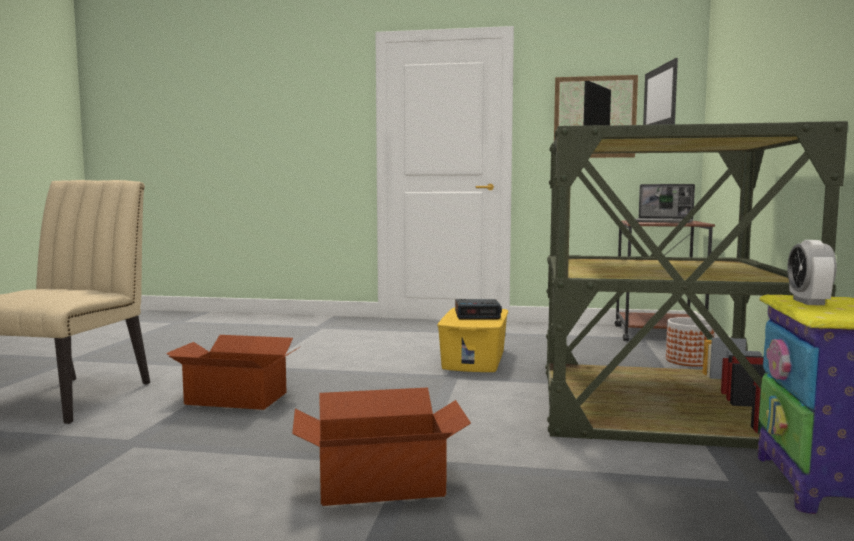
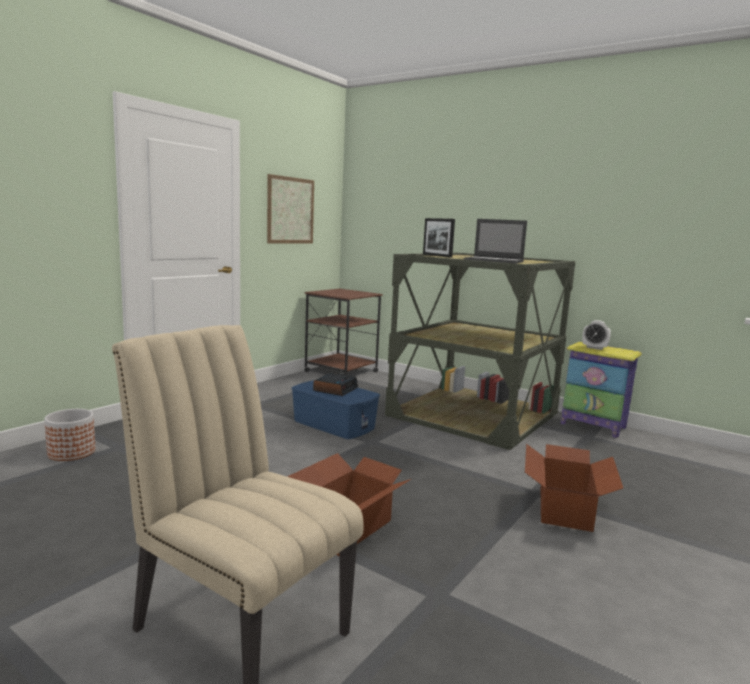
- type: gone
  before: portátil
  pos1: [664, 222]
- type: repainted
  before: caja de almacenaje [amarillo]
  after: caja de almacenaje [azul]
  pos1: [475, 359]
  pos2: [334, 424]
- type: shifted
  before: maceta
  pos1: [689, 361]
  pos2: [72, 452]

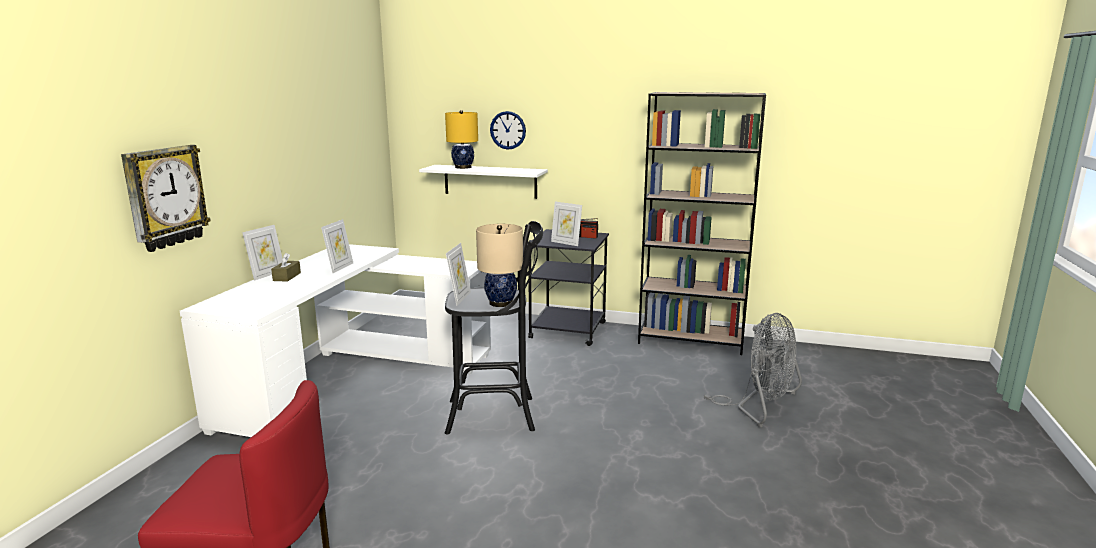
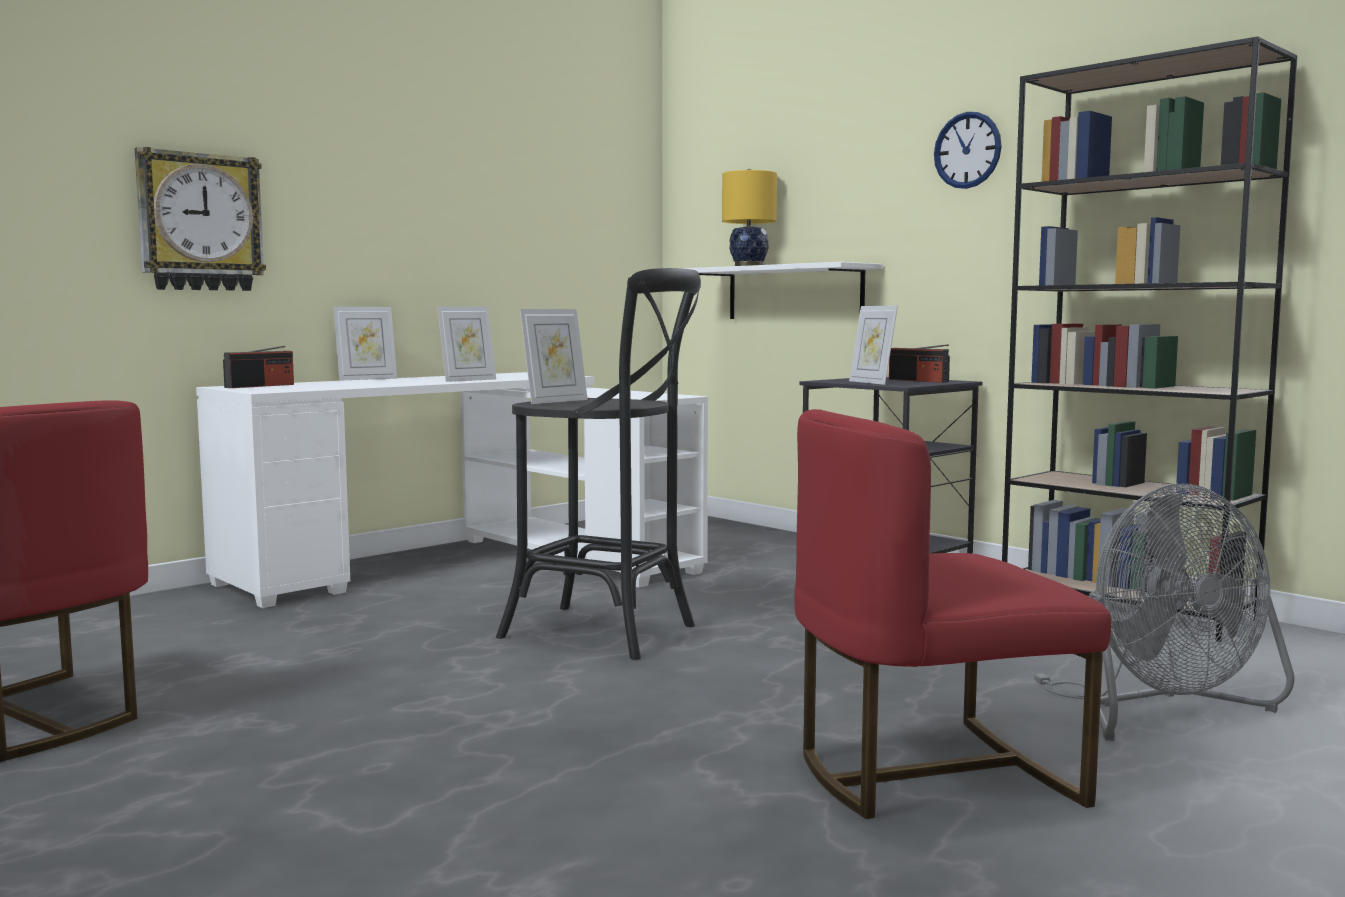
- type: shifted
  before: reloj de pared
  pos1: [508, 130]
  pos2: [967, 150]
- type: gone
  before: lámpara de mesa [beis]
  pos1: [501, 303]
- type: gone
  before: caja de pañuelos [marrón]
  pos1: [287, 277]
- type: new
  after: radio
  pos2: [260, 386]
- type: new
  after: silla [rojo]
  pos2: [930, 773]

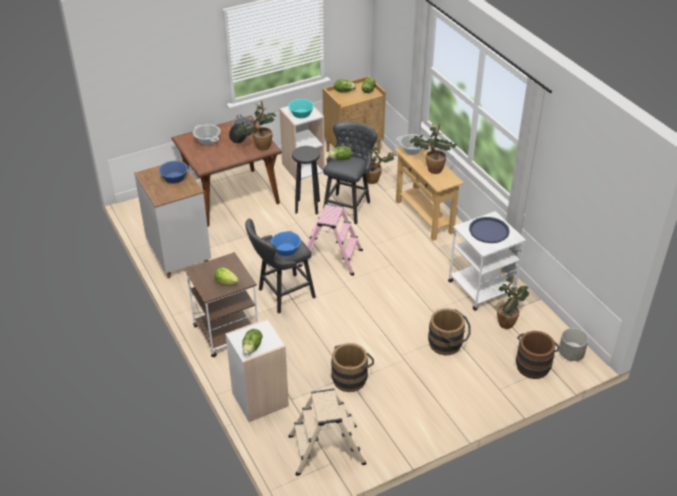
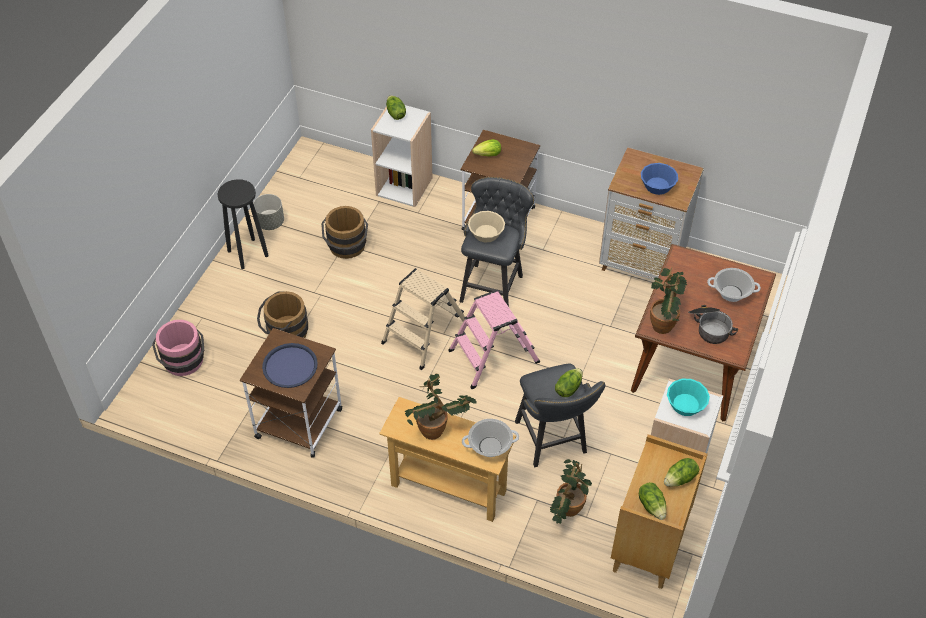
- type: shifted
  before: taburete [negro]
  pos1: [307, 206]
  pos2: [248, 253]
- type: repainted
  before: carrito [blanco]
  after: carrito [marrón]
  pos1: [482, 289]
  pos2: [297, 422]
- type: repainted
  before: cuenco [azul]
  after: cuenco [beis]
  pos1: [286, 249]
  pos2: [486, 233]
- type: gone
  before: planta en maceta
  pos1: [509, 322]
- type: shifted
  before: maceta [gris]
  pos1: [571, 354]
  pos2: [270, 223]
- type: repainted
  before: cubo [marrón]
  after: cubo [rosa]
  pos1: [533, 364]
  pos2: [184, 363]
- type: shifted
  before: escalera de tijera [beis]
  pos1: [327, 450]
  pos2: [425, 333]

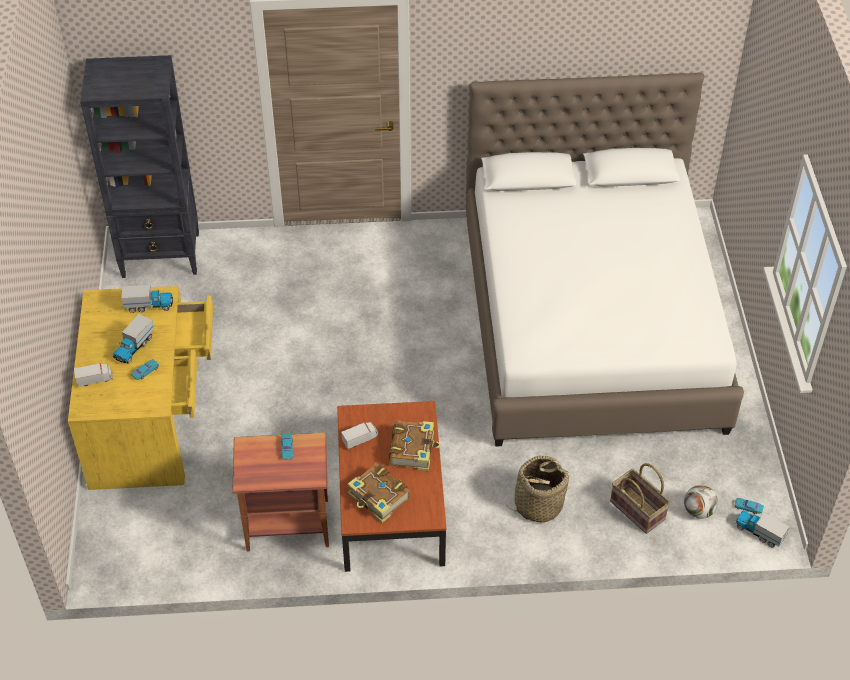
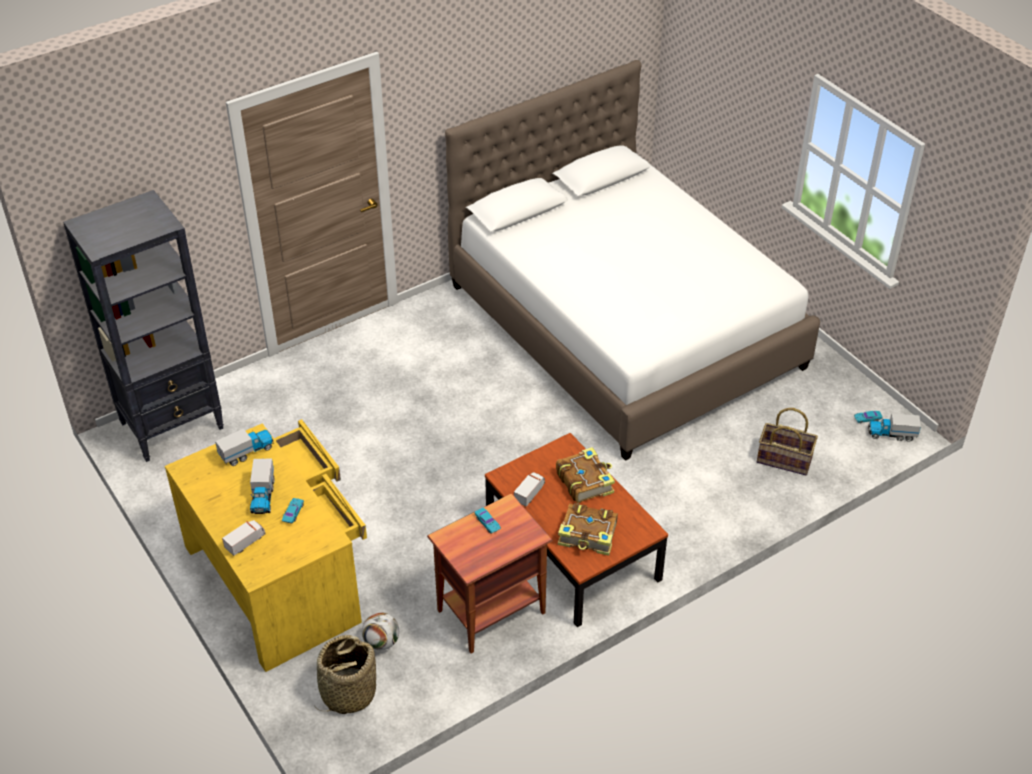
- type: shifted
  before: cesta
  pos1: [538, 504]
  pos2: [348, 692]
- type: shifted
  before: balón de fútbol
  pos1: [698, 511]
  pos2: [381, 642]

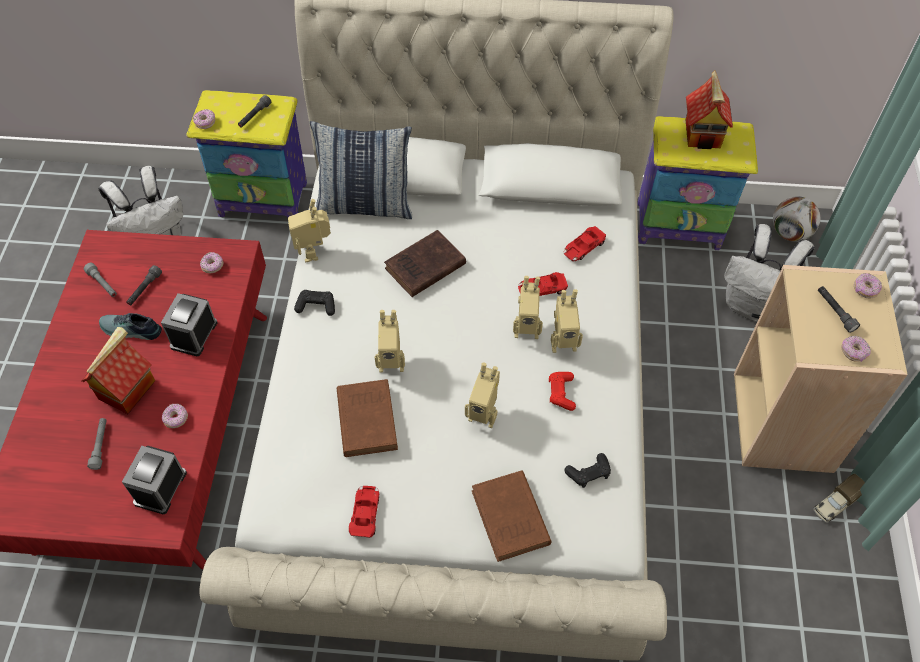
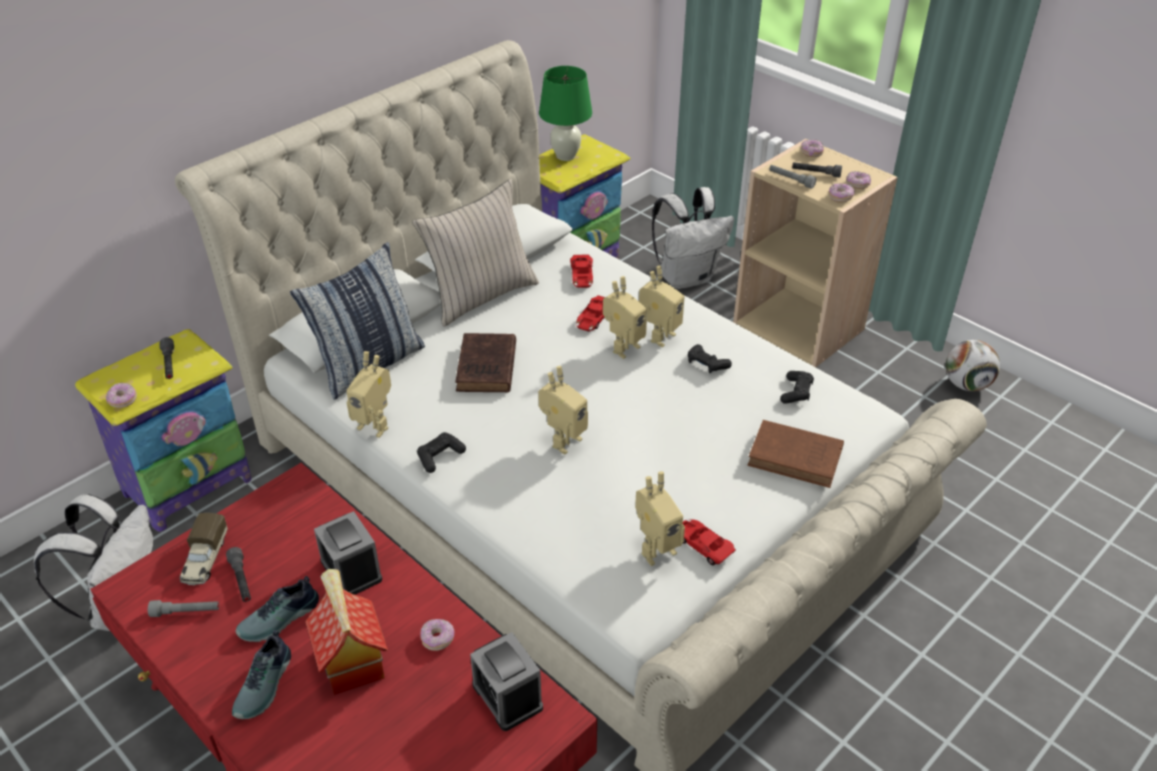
- type: swapped
  before: casita
  after: lámpara de mesa [verde]
  pos1: [703, 134]
  pos2: [565, 156]
- type: shifted
  before: balón de fútbol
  pos1: [790, 233]
  pos2: [966, 384]
- type: shifted
  before: rosquilla
  pos1: [213, 266]
  pos2: [840, 197]
- type: shifted
  before: robot de juguete
  pos1: [484, 414]
  pos2: [655, 549]
- type: repainted
  before: mando de consola [rojo]
  after: mando de consola [negro]
  pos1: [561, 393]
  pos2: [707, 364]
- type: gone
  before: libro [marrón]
  pos1: [366, 418]
- type: shifted
  before: linterna [gris]
  pos1: [100, 445]
  pos2: [791, 180]
- type: shifted
  before: camión de juguete
  pos1: [835, 504]
  pos2: [205, 560]
- type: new
  after: cojín [beis]
  pos2: [481, 296]
- type: new
  after: zapato
  pos2: [266, 685]

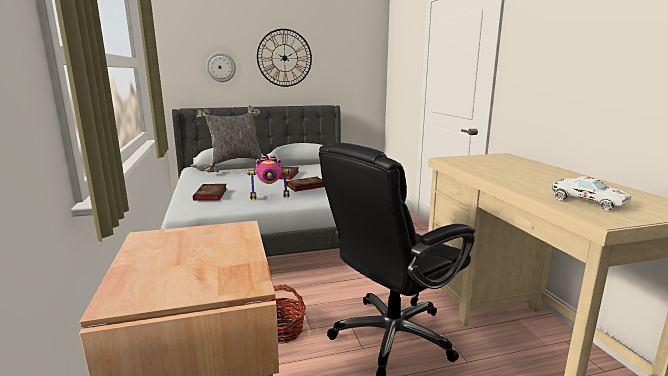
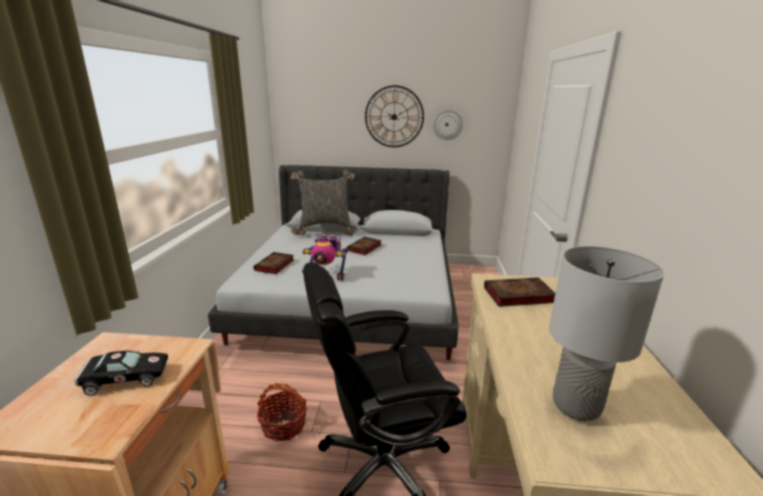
- type: shifted
  before: reloj de pared
  pos1: [221, 67]
  pos2: [447, 124]
- type: swapped
  before: coche de juguete [blanco]
  after: lámpara de mesa [gris]
  pos1: [585, 201]
  pos2: [575, 408]
- type: shifted
  before: libro
  pos1: [305, 186]
  pos2: [517, 296]
- type: new
  after: coche de juguete [negro]
  pos2: [123, 379]

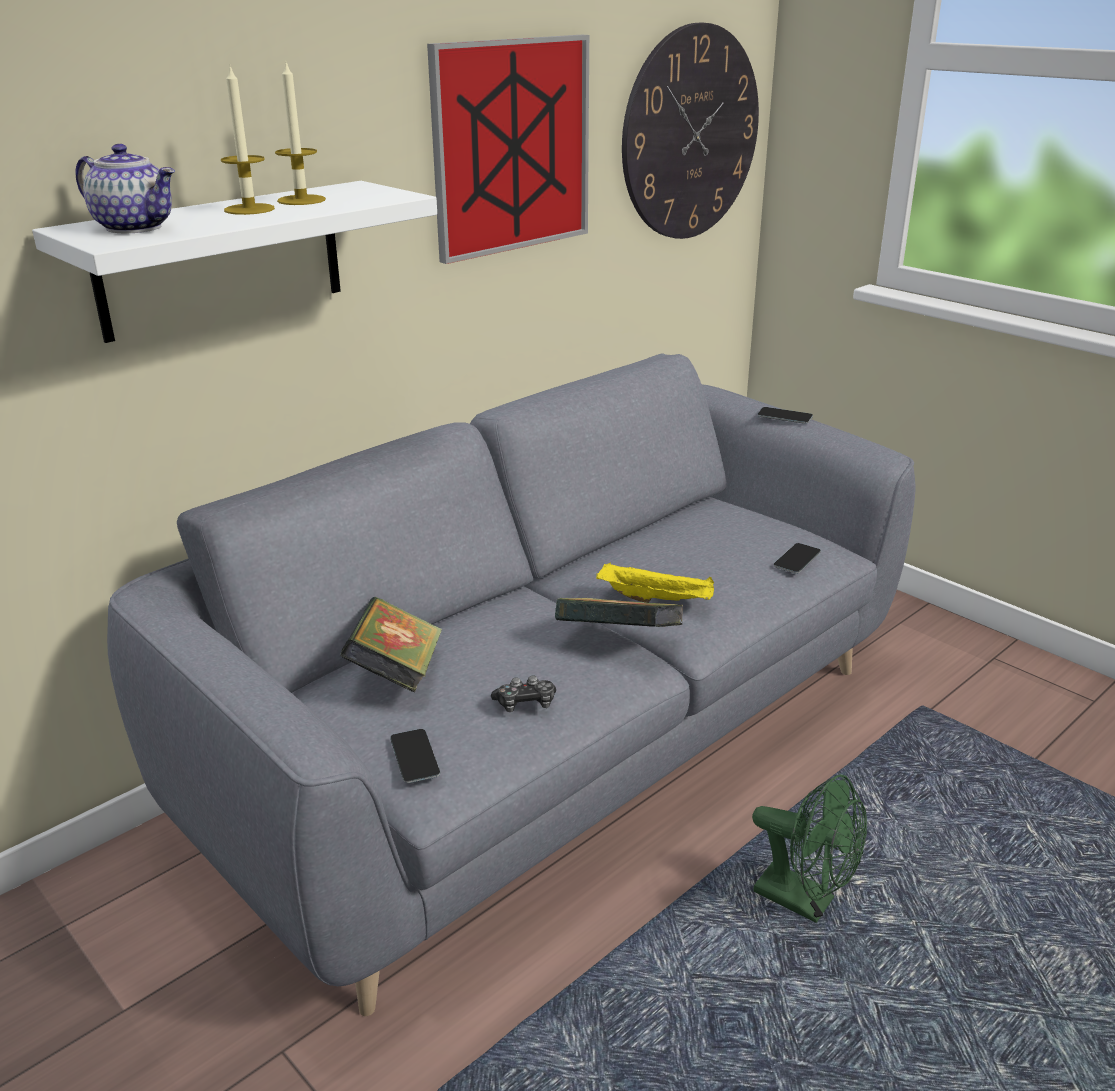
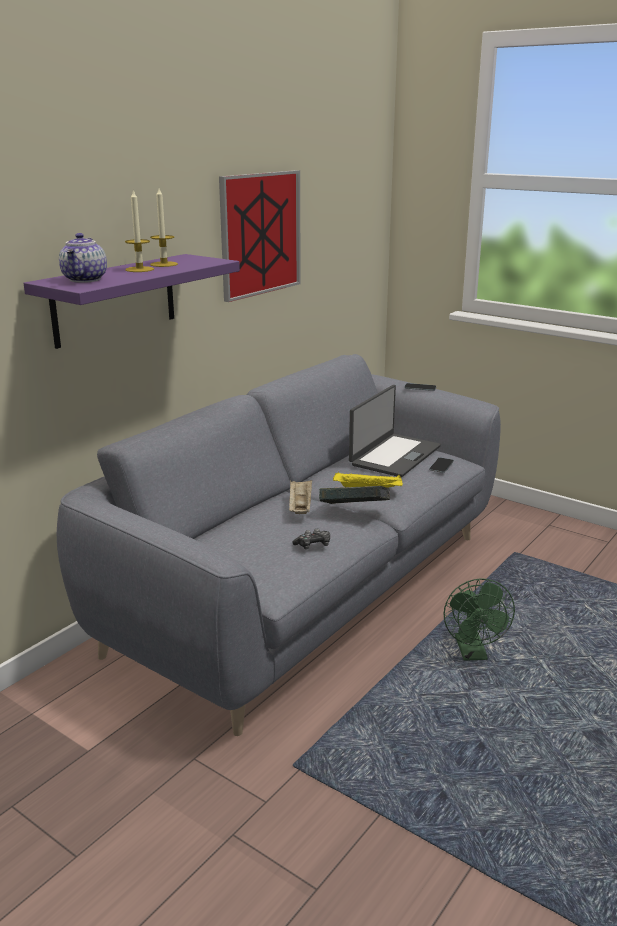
- type: gone
  before: reloj de pared
  pos1: [691, 134]
- type: rotated
  before: tetera
  pos1: [136, 227]
  pos2: [86, 280]
  turn: 75
- type: repainted
  before: estante [blanco]
  after: estante [morado]
  pos1: [221, 259]
  pos2: [114, 300]
- type: gone
  before: libro
  pos1: [396, 674]
- type: gone
  before: móvil
  pos1: [414, 756]
- type: rotated
  before: ventilador [verde]
  pos1: [805, 901]
  pos2: [473, 654]
  turn: 60
- type: new
  after: portátil
  pos2: [394, 455]
- type: new
  after: bandeja [beis]
  pos2: [300, 507]

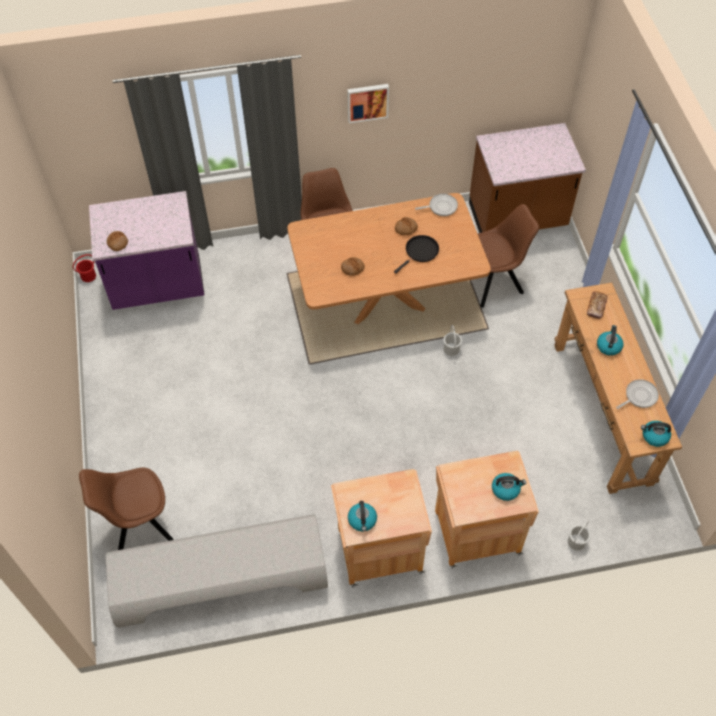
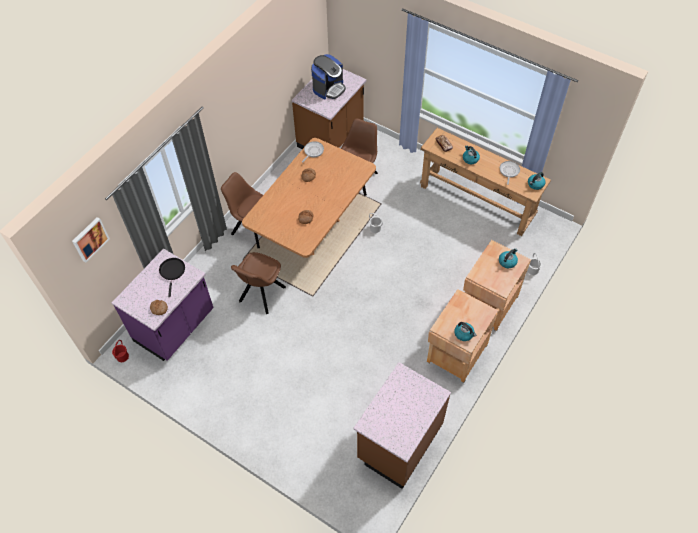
- type: shifted
  before: cuadro
  pos1: [367, 102]
  pos2: [89, 239]
- type: shifted
  before: sartén [negro]
  pos1: [420, 252]
  pos2: [172, 272]
- type: shifted
  before: silla [marrón]
  pos1: [140, 525]
  pos2: [261, 294]
- type: swapped
  before: banco [gris]
  after: mueble bajo de cocina [marrón]
  pos1: [221, 579]
  pos2: [398, 442]
- type: new
  after: cafetera
  pos2: [329, 88]

